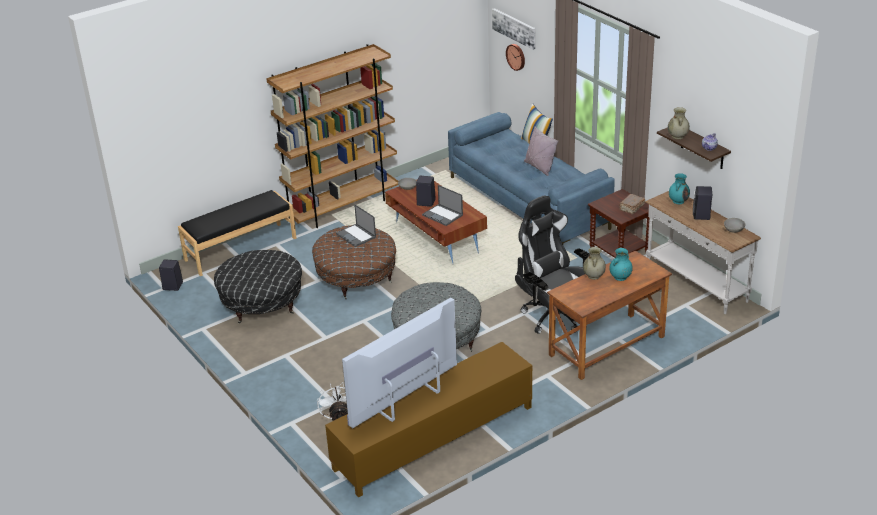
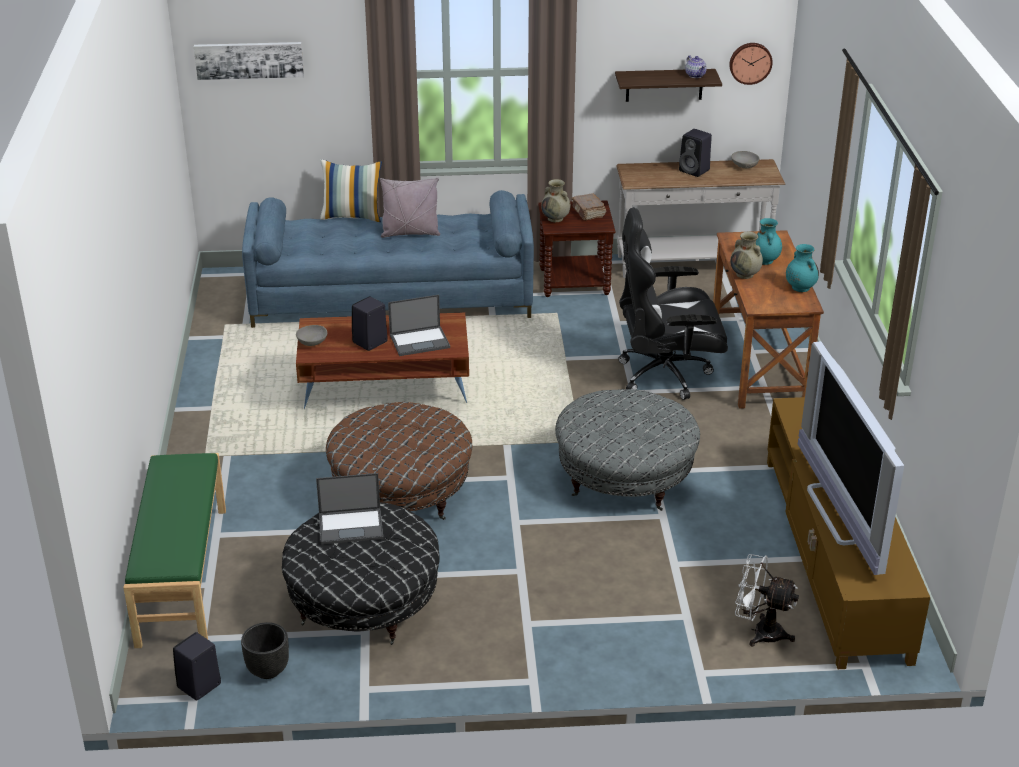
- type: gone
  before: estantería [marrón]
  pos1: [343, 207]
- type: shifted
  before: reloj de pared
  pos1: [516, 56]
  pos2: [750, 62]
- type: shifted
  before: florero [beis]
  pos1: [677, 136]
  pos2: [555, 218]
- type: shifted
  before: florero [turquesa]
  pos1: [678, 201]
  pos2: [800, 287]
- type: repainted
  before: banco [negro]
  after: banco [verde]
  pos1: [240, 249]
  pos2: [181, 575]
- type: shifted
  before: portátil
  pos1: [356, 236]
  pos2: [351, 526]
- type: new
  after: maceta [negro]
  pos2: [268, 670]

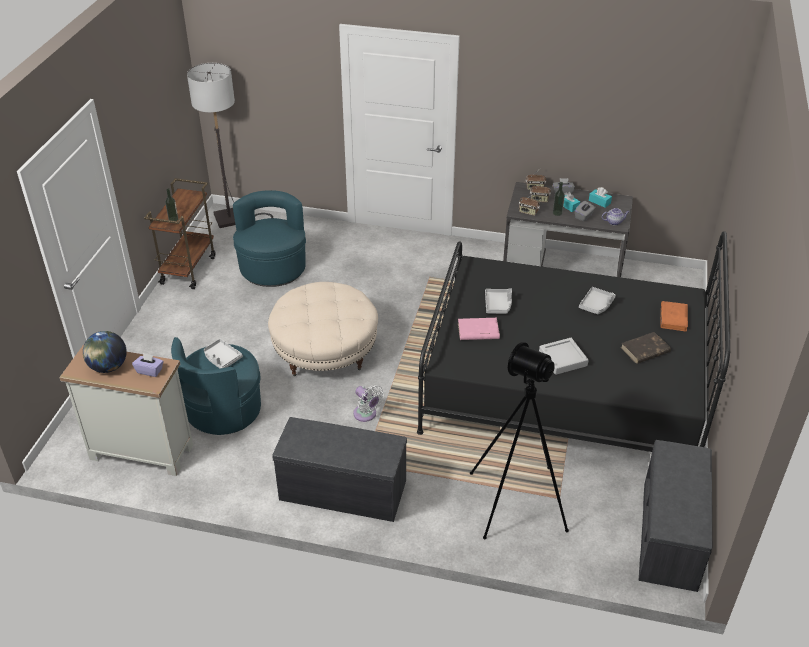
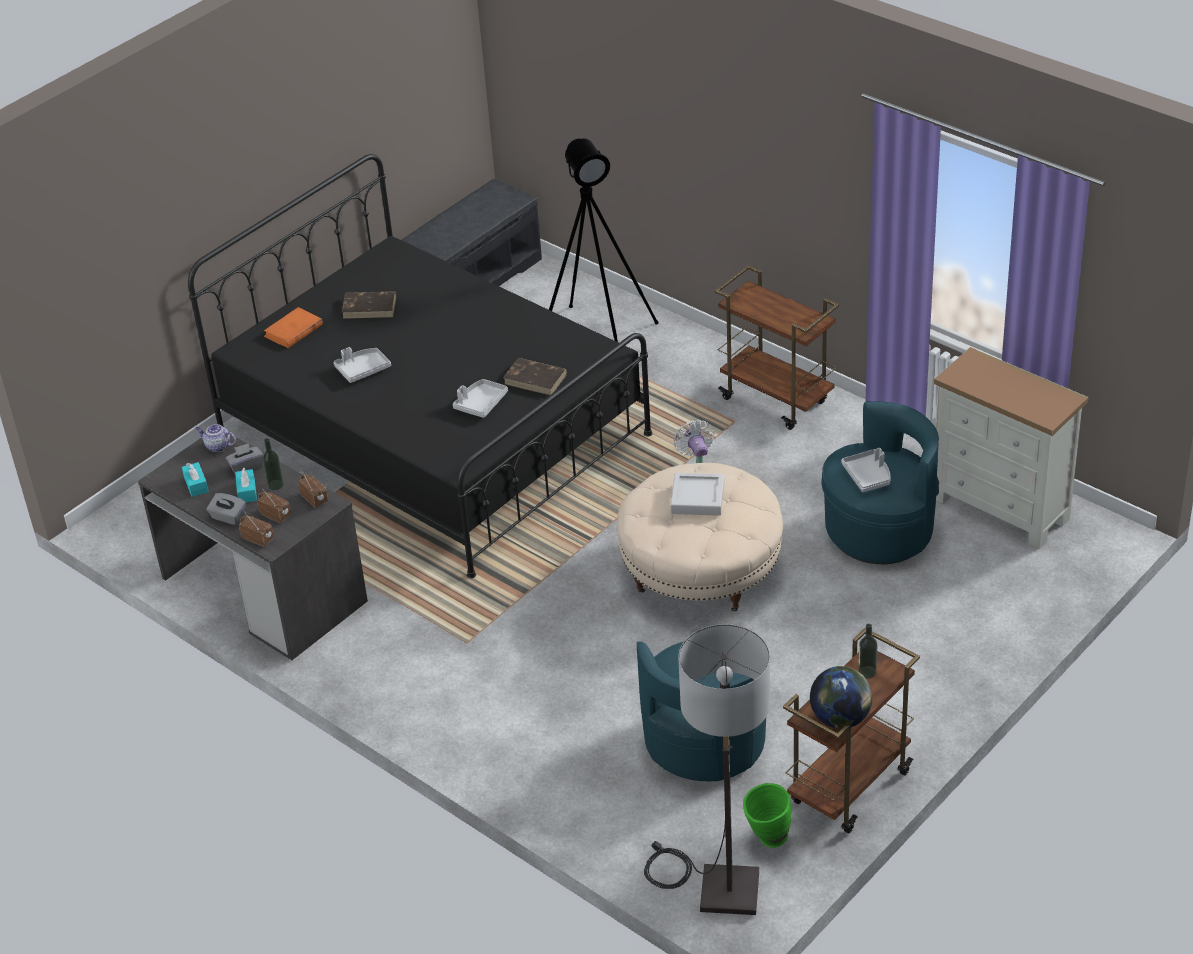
- type: repainted
  before: libro [rosa]
  after: libro [marrón]
  pos1: [477, 331]
  pos2: [536, 379]
- type: shifted
  before: globo terráqueo
  pos1: [108, 367]
  pos2: [841, 718]
- type: shifted
  before: bandeja [gris]
  pos1: [563, 359]
  pos2: [697, 498]
- type: gone
  before: caja de pañuelos [morado]
  pos1: [150, 371]
- type: swapped
  before: banco [gris]
  after: carrito [marrón]
  pos1: [341, 491]
  pos2: [777, 402]
- type: new
  after: florero [verde]
  pos2: [767, 839]

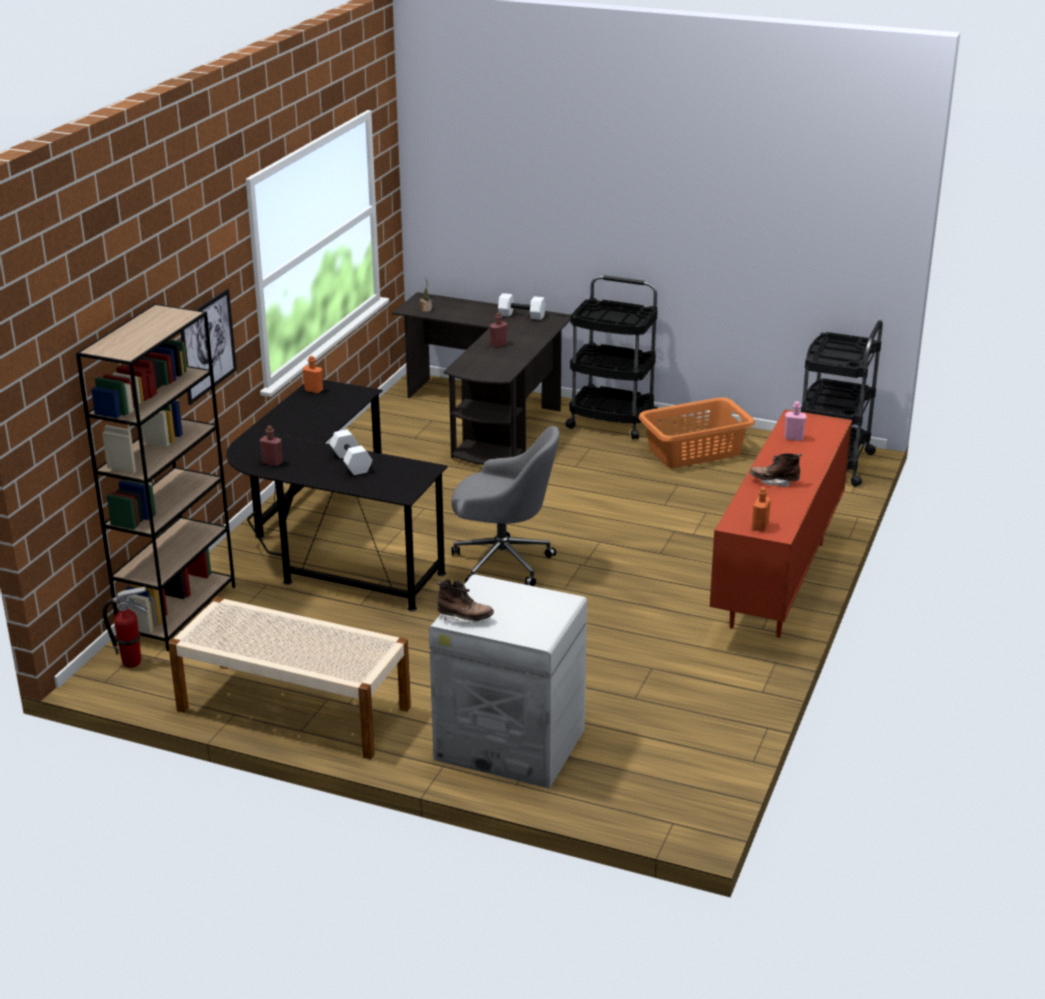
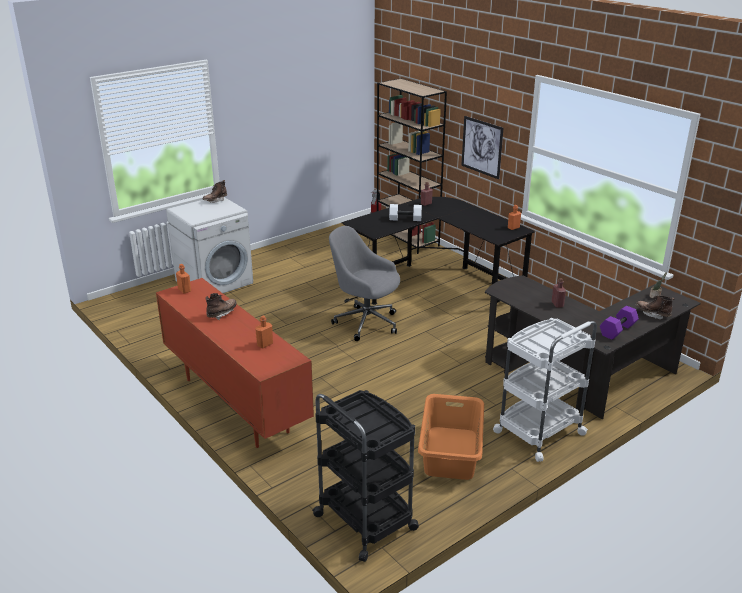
- type: repainted
  before: carrito [negro]
  after: carrito [blanco]
  pos1: [611, 421]
  pos2: [538, 432]
- type: repainted
  before: mancuerna [blanco]
  after: mancuerna [morado]
  pos1: [521, 316]
  pos2: [617, 329]
- type: repainted
  before: botella [rosa]
  after: botella [naranja]
  pos1: [793, 438]
  pos2: [265, 344]
- type: rotated
  before: silla de oficina [gris]
  pos1: [504, 563]
  pos2: [366, 323]
  turn: 75
- type: gone
  before: banco [beis]
  pos1: [293, 709]
- type: new
  after: bota [marrón]
  pos2: [652, 314]

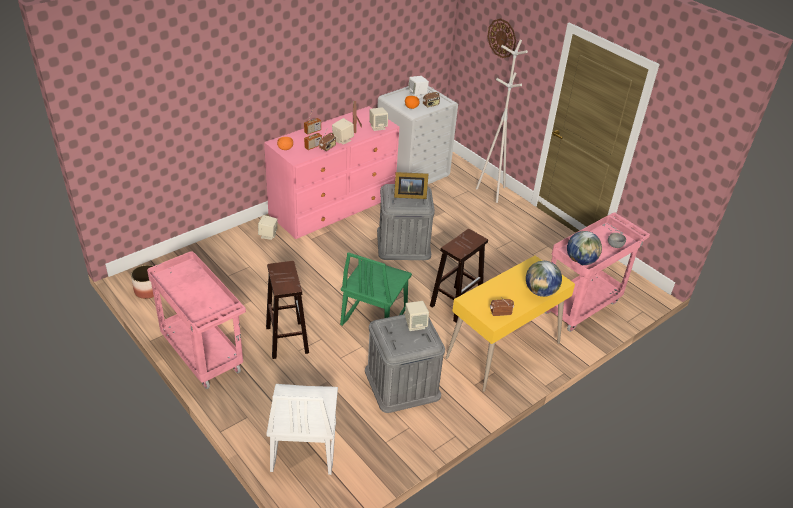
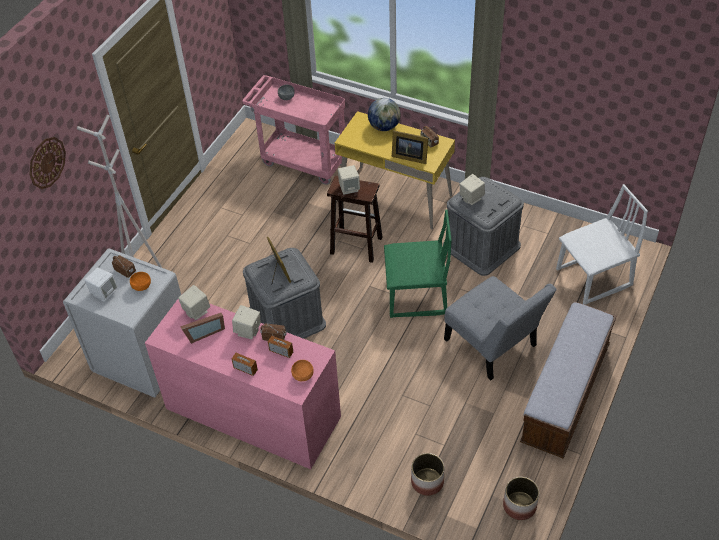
- type: shifted
  before: altavoz [beis]
  pos1: [268, 235]
  pos2: [349, 188]
- type: gone
  before: globo terráqueo
  pos1: [580, 261]
- type: swapped
  before: carrito [rosa]
  after: banco
  pos1: [205, 359]
  pos2: [565, 394]
- type: swapped
  before: taburete [marrón]
  after: silla [gris]
  pos1: [286, 339]
  pos2: [493, 346]
- type: new
  after: portarretratos
  pos2: [409, 156]
- type: new
  after: maceta
  pos2: [427, 482]

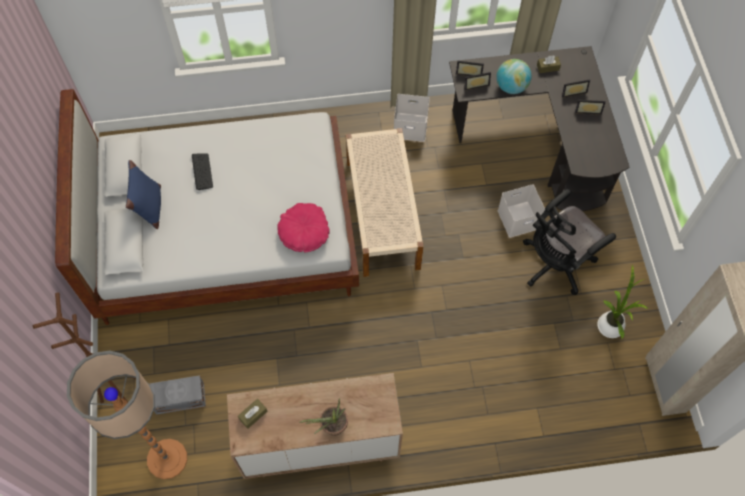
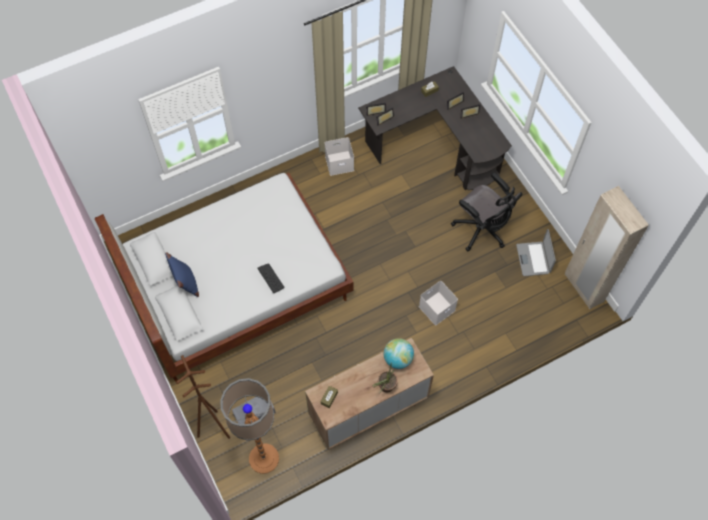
- type: shifted
  before: globo terráqueo
  pos1: [511, 87]
  pos2: [398, 359]
- type: gone
  before: banco [beis]
  pos1: [381, 214]
- type: shifted
  before: teclado
  pos1: [202, 171]
  pos2: [271, 278]
- type: shifted
  before: caja de almacenaje [blanco]
  pos1: [518, 220]
  pos2: [437, 309]
- type: rotated
  before: silla de oficina
  pos1: [556, 263]
  pos2: [481, 229]
  turn: -75
- type: gone
  before: cojín [rosa]
  pos1: [303, 232]
- type: swapped
  before: planta en maceta
  after: portátil
  pos1: [610, 324]
  pos2: [533, 259]

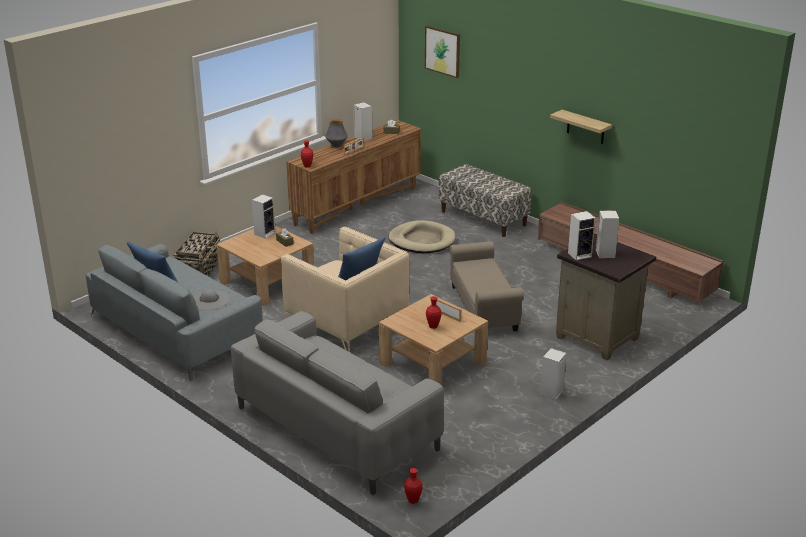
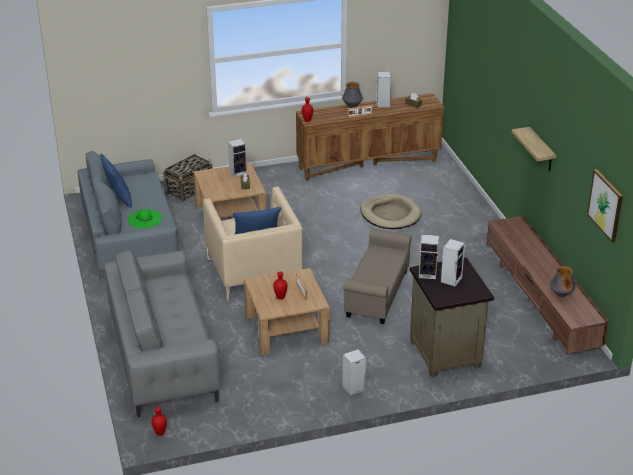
- type: shifted
  before: cuadro
  pos1: [443, 51]
  pos2: [606, 205]
- type: gone
  before: banco
  pos1: [483, 218]
- type: repainted
  before: sombrero [gris]
  after: sombrero [verde]
  pos1: [209, 300]
  pos2: [145, 219]
- type: new
  after: florero
  pos2: [561, 295]

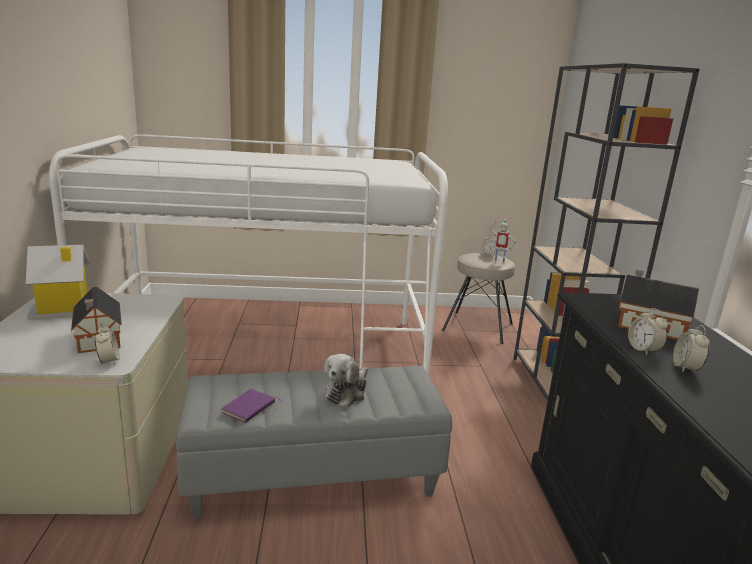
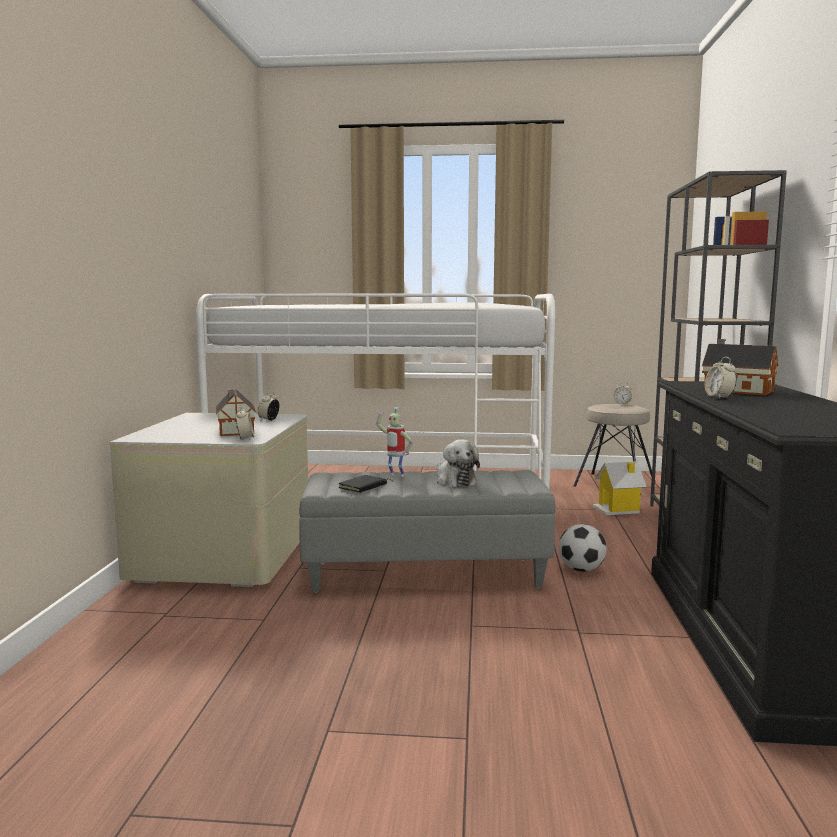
- type: shifted
  before: robot de juguete
  pos1: [498, 263]
  pos2: [395, 476]
- type: shifted
  before: casita
  pos1: [62, 309]
  pos2: [618, 510]
- type: shifted
  before: despertador
  pos1: [686, 368]
  pos2: [269, 420]
- type: rotated
  before: peluche
  pos1: [347, 392]
  pos2: [454, 481]
  turn: -60
- type: repainted
  before: libro [morado]
  after: libro [negro]
  pos1: [249, 409]
  pos2: [364, 487]
- type: new
  after: balón de fútbol
  pos2: [581, 570]

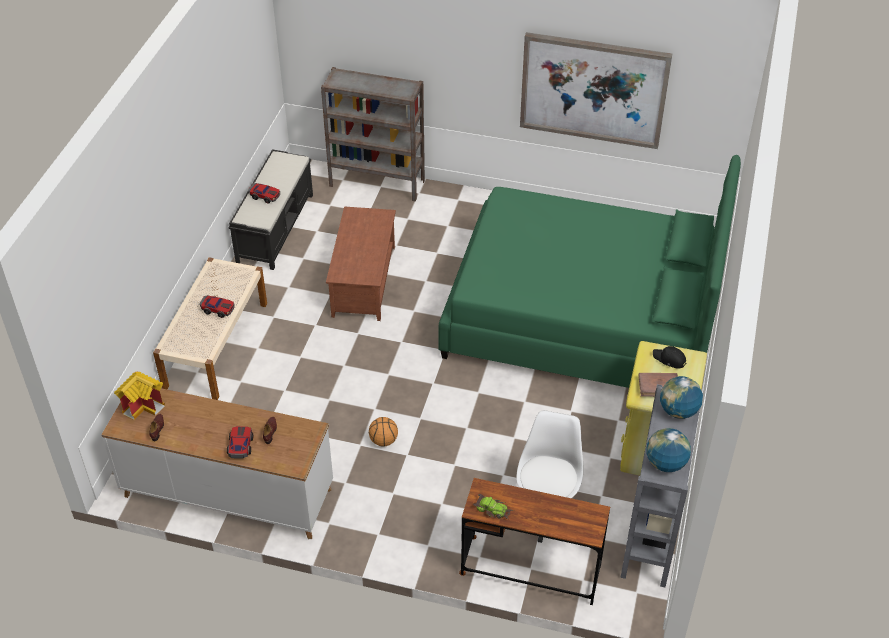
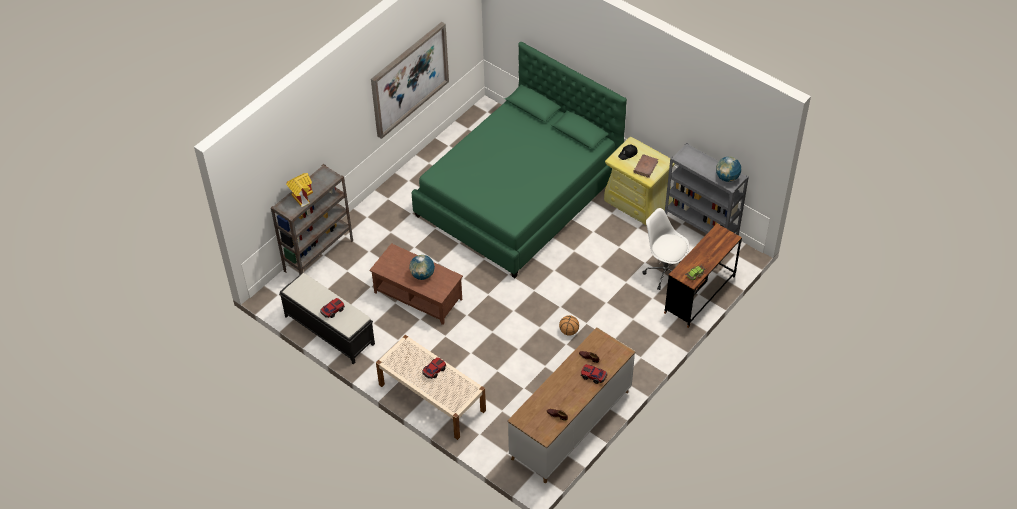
- type: shifted
  before: casita
  pos1: [144, 405]
  pos2: [301, 196]
- type: shifted
  before: globo terráqueo
  pos1: [678, 411]
  pos2: [422, 275]

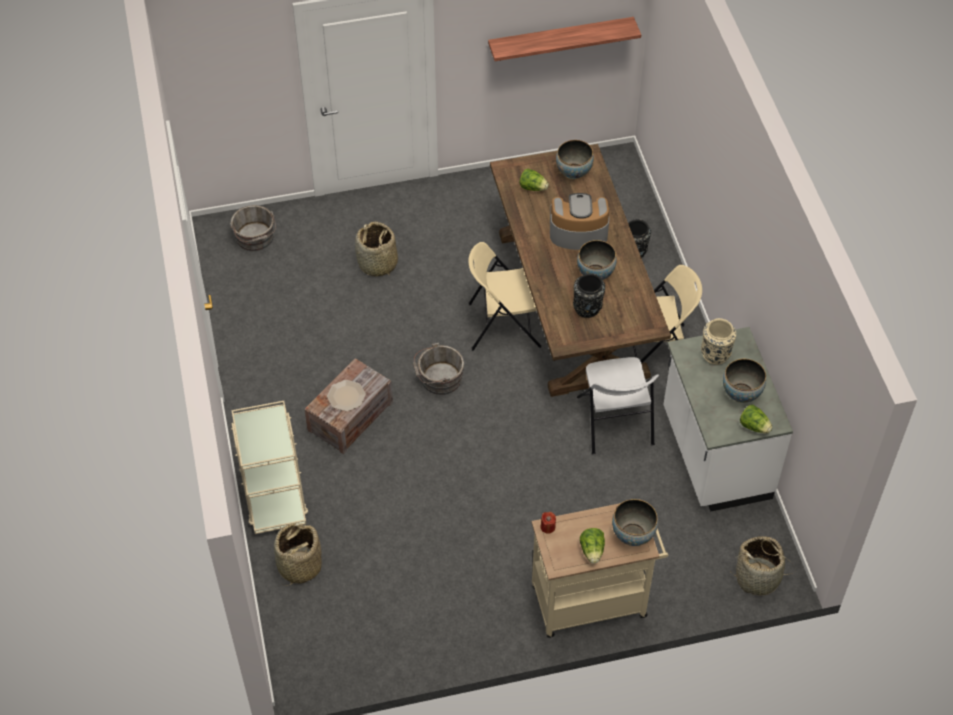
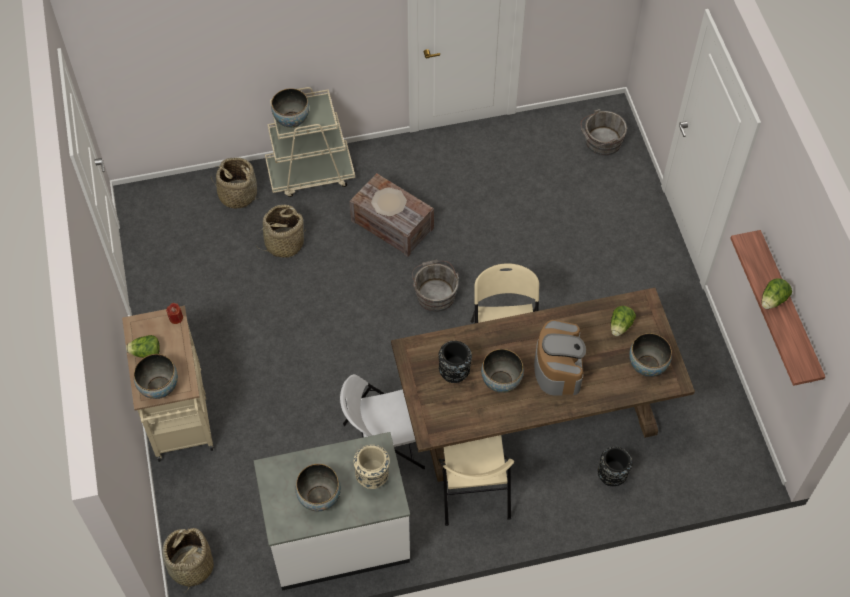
- type: shifted
  before: cesta
  pos1: [377, 264]
  pos2: [284, 243]
- type: shifted
  before: lechuga
  pos1: [754, 426]
  pos2: [773, 300]
- type: new
  after: cuenco
  pos2: [292, 120]

